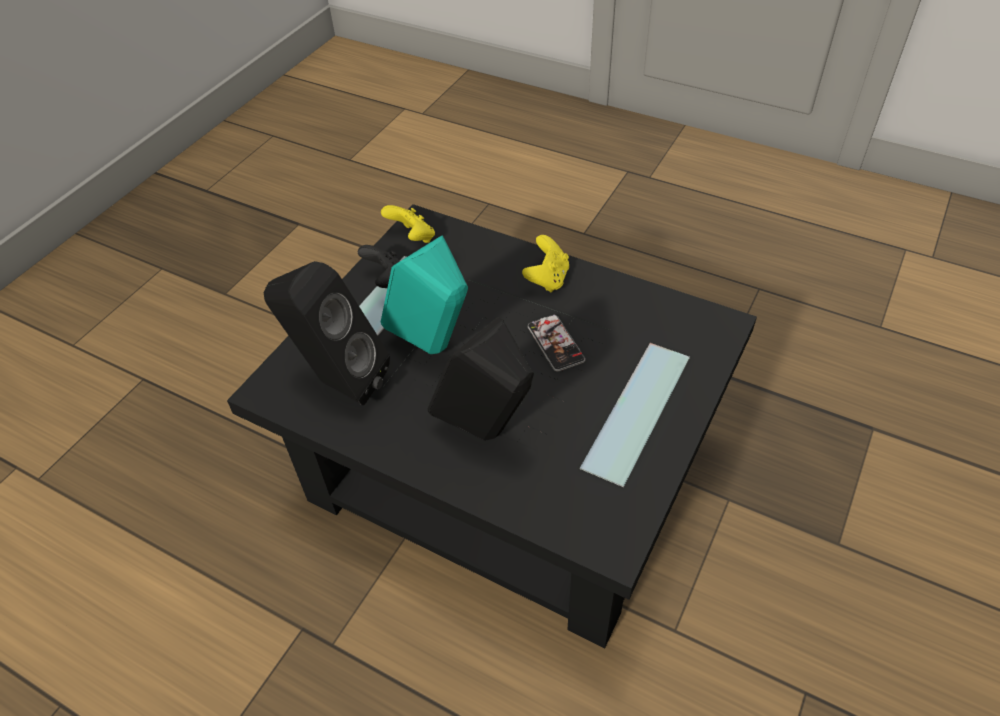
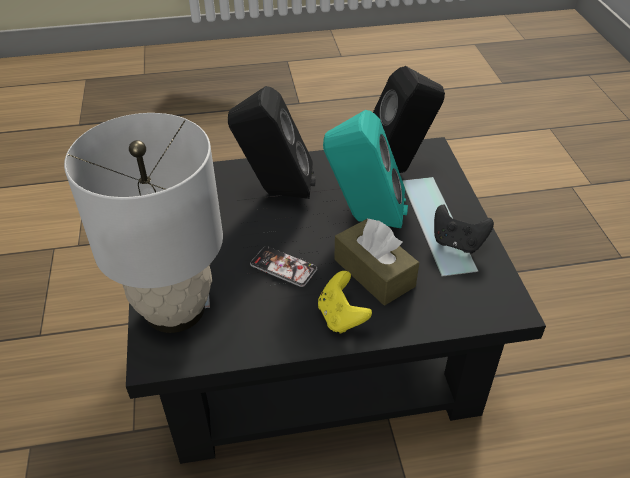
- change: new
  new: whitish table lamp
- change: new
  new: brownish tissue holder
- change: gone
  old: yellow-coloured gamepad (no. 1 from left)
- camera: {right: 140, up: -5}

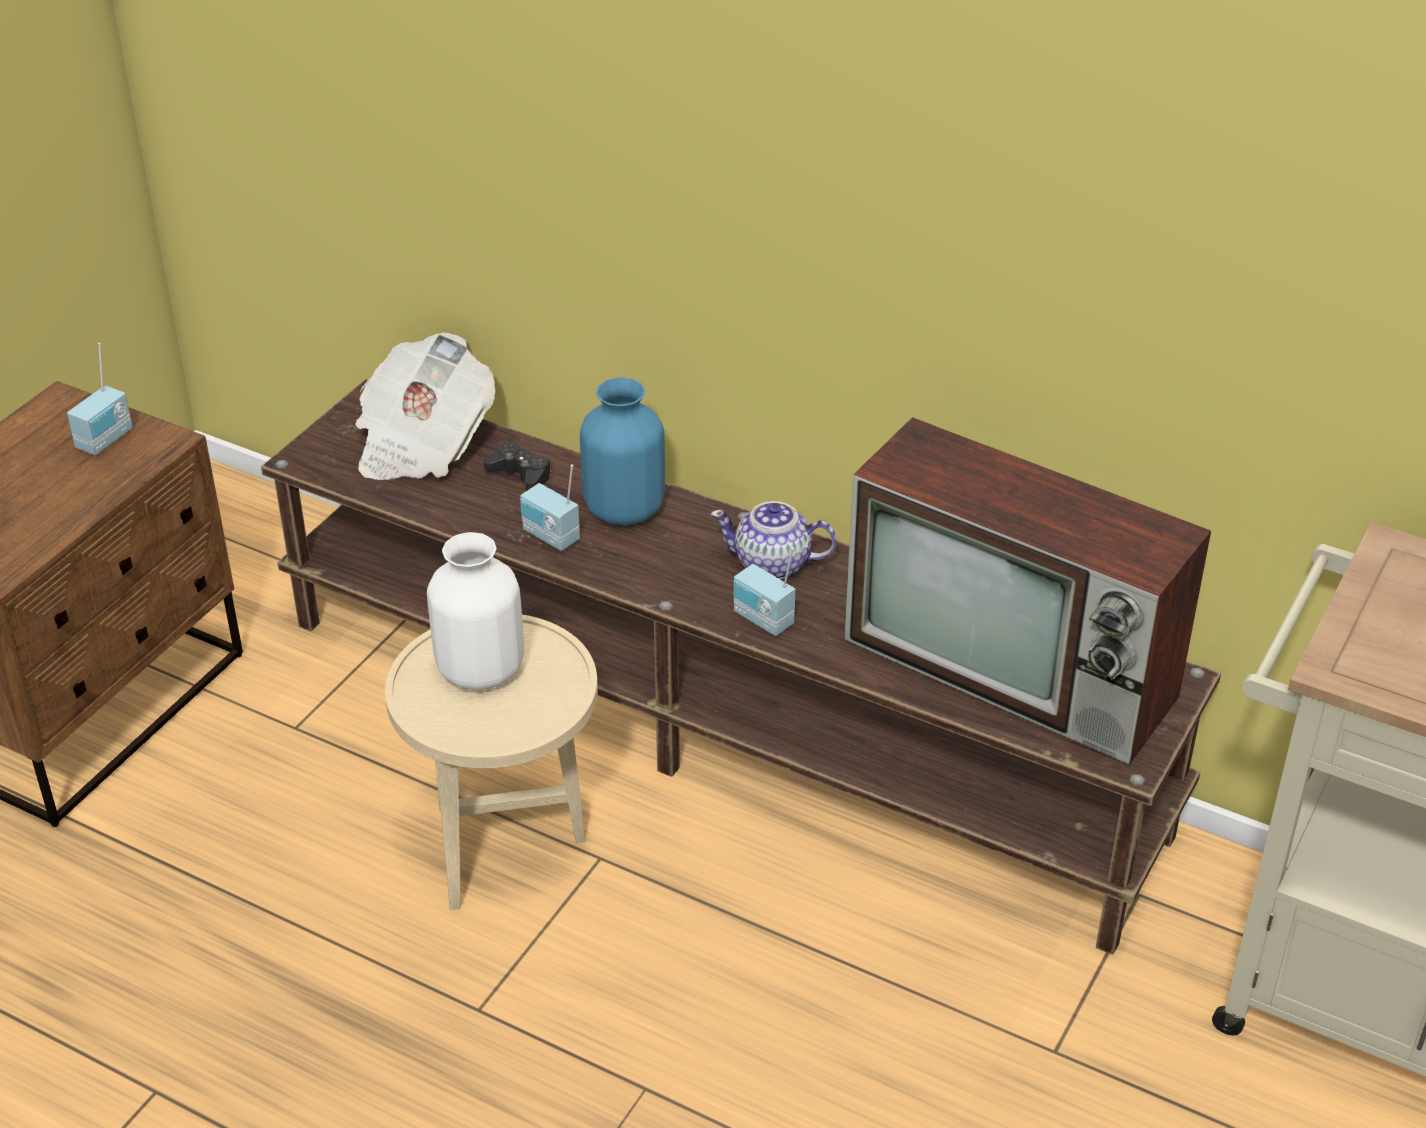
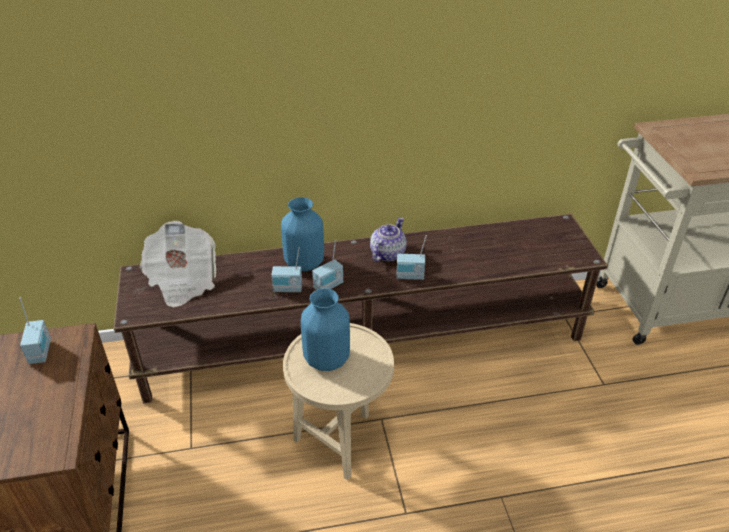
- change: repainted
  old: whitish decorative vase
  new: blue-coloured decorative vase (no. 2 from left)
- change: new
  new: radio receiver (no. 3 from left)
- change: rotated
  old: tea pot
  degrees: 150
- change: gone
  old: black-coloured gamepad
- change: gone
  old: TV set
- camera: {right: -40, up: 0}

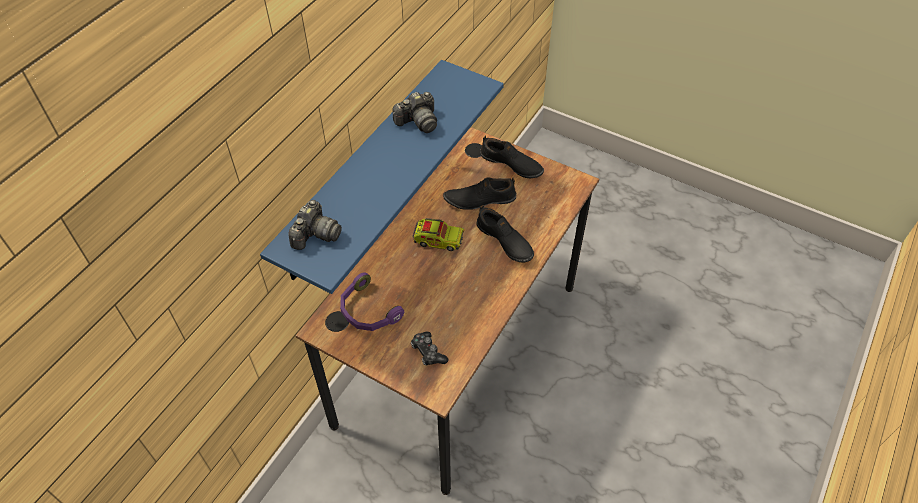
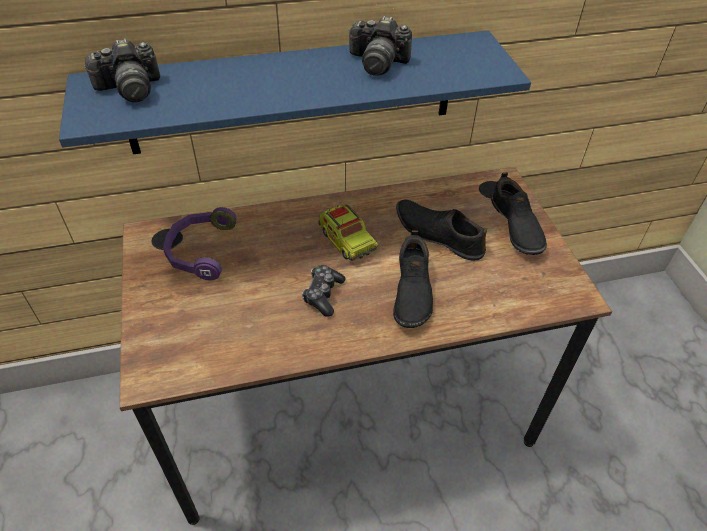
- change: shifted
  old: gamepad
- camera: {right: 45, up: -5}

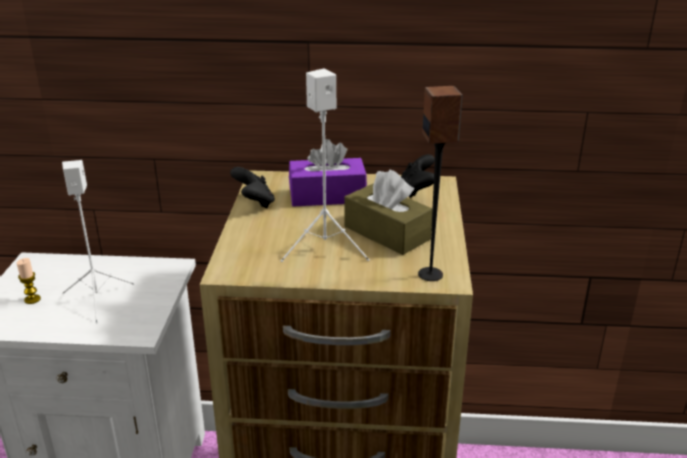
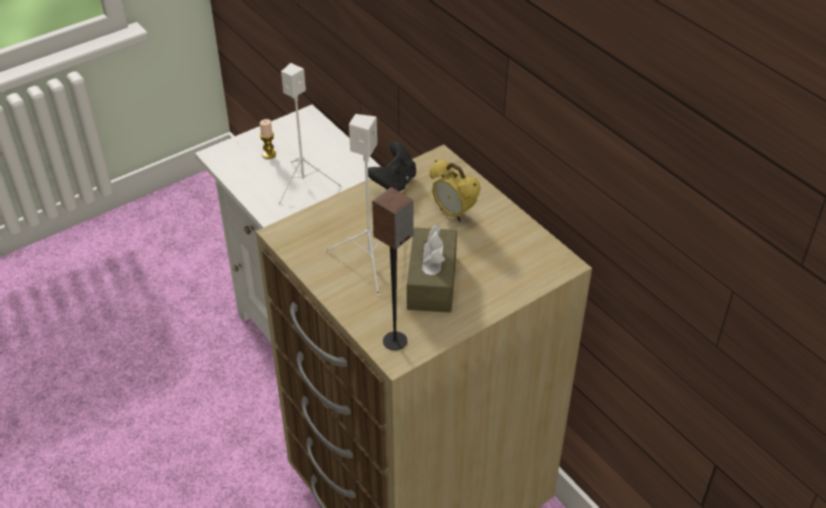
- change: swapped
  old: purple tissue holder
  new: alarm clock
- change: gone
  old: black-coloured gamepad (no. 2 from left)
- camera: {right: 50, up: 15}

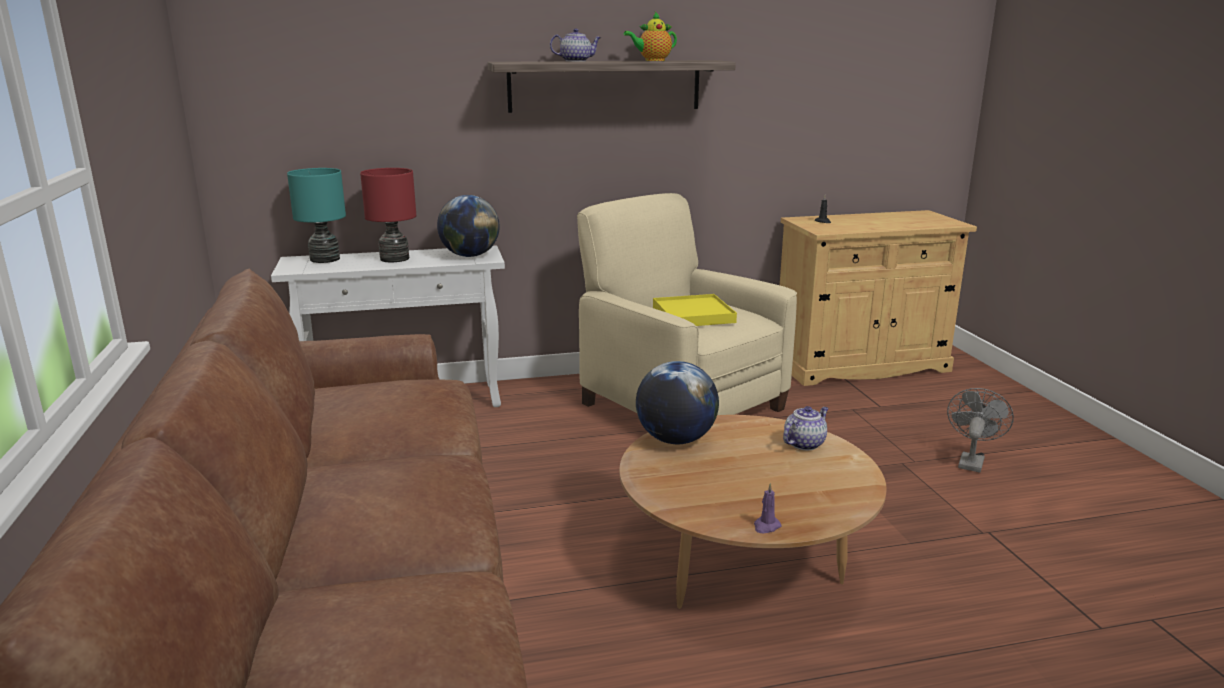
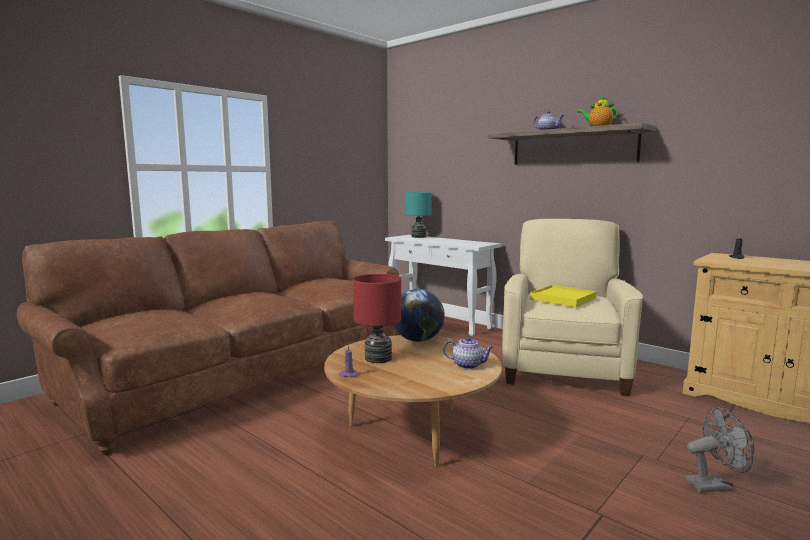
- change: shifted
  old: red-coloured table lamp
- change: gone
  old: desk globe (no. 1 from left)
- camera: {right: 55, up: -10}

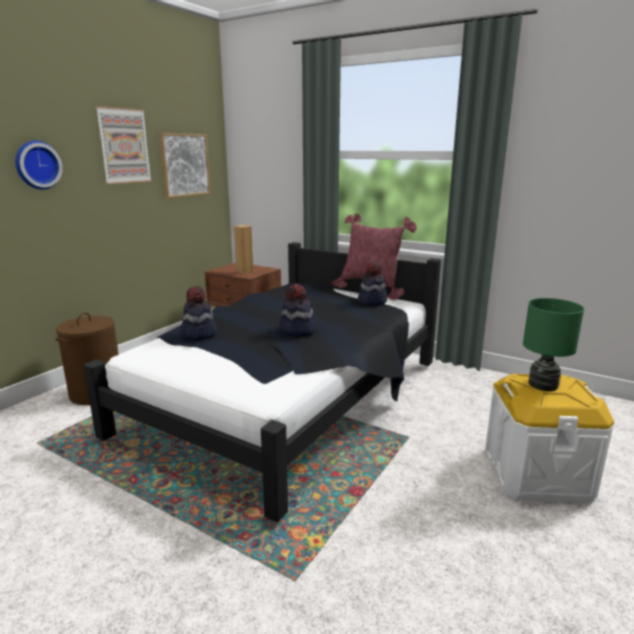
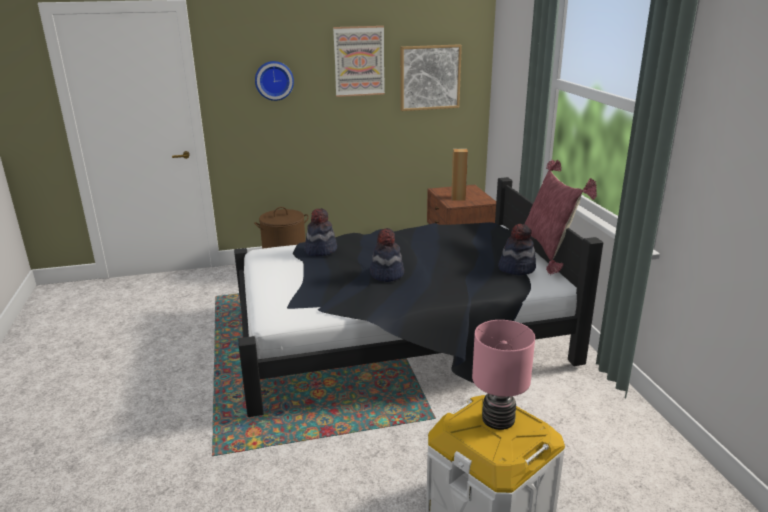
- change: repainted
  old: green-coloured table lamp
  new: pink table lamp
- camera: {right: 45, up: 5}

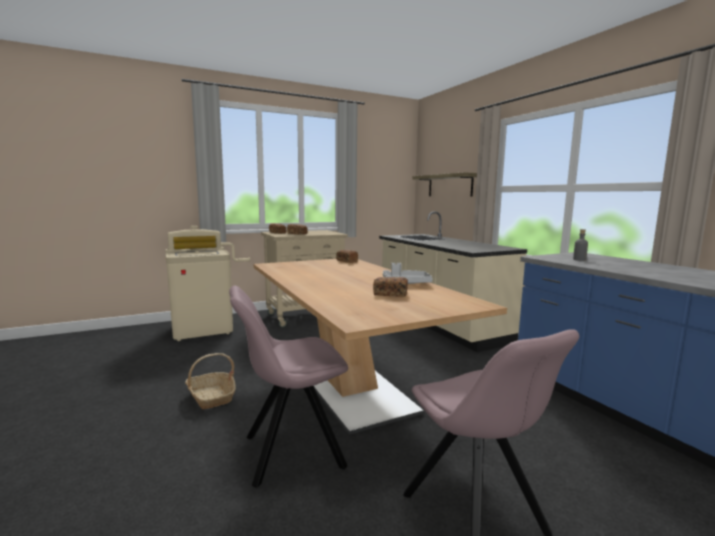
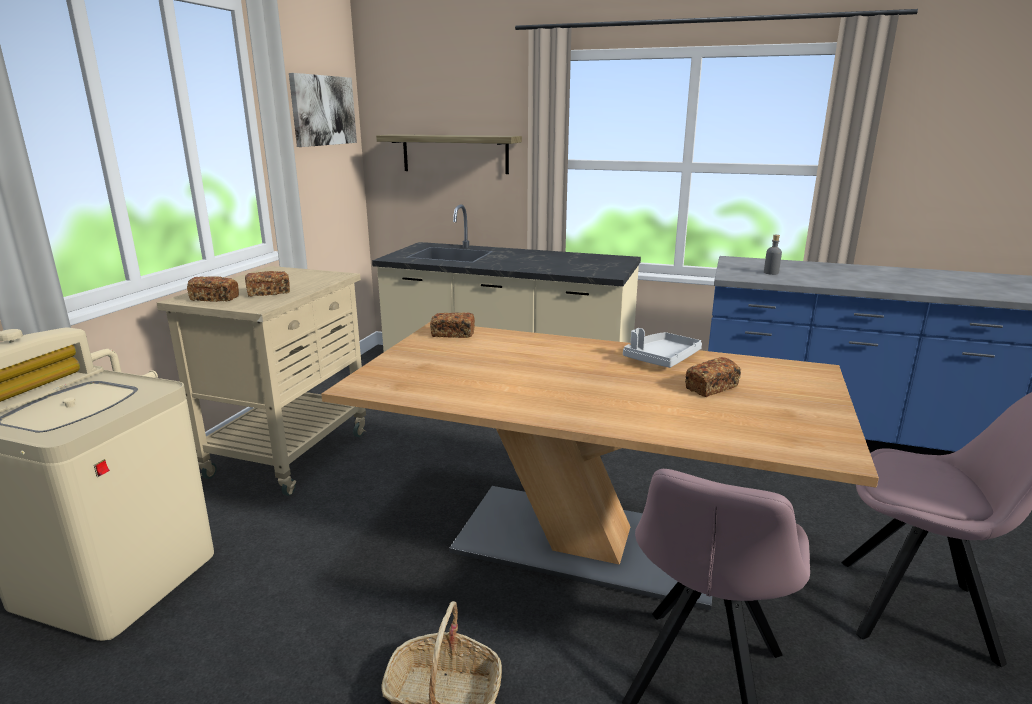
- change: new
  new: wall art
- camera: {right: -45, up: 10}

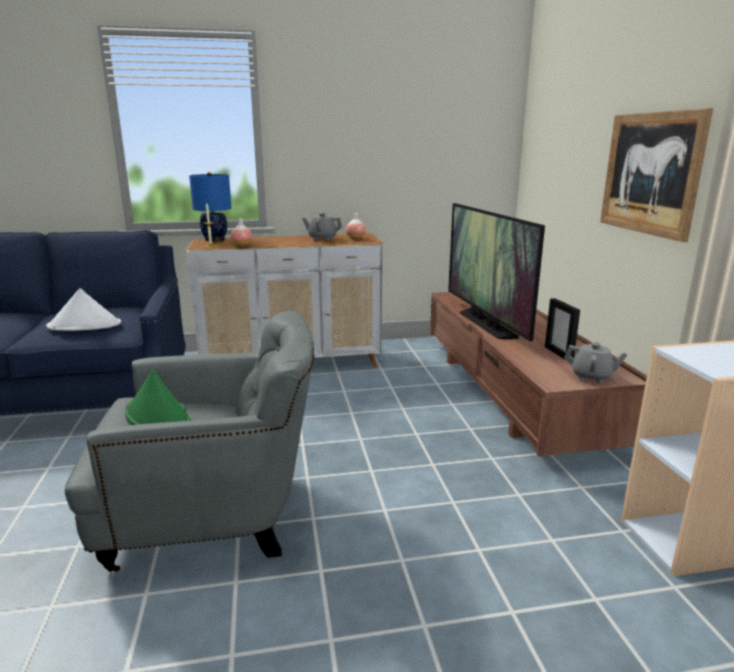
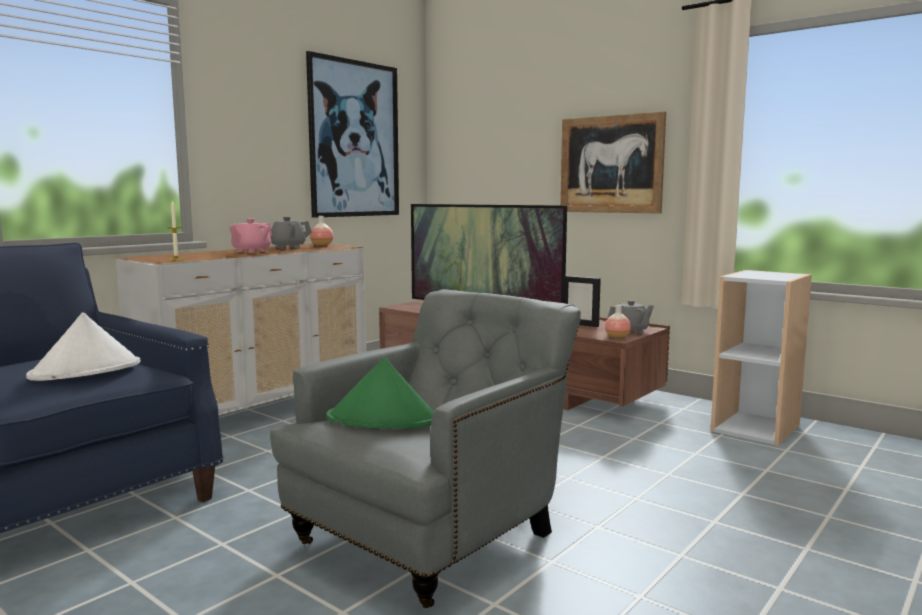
- change: new
  new: pink tea pot
- change: new
  new: wall art (no. 1 from left)
- change: shifted
  old: decorative vase (no. 1 from left in the first image)
  new: decorative vase (no. 2 from left)
- change: gone
  old: blue-coloured table lamp
- camera: {right: -40, up: -10}

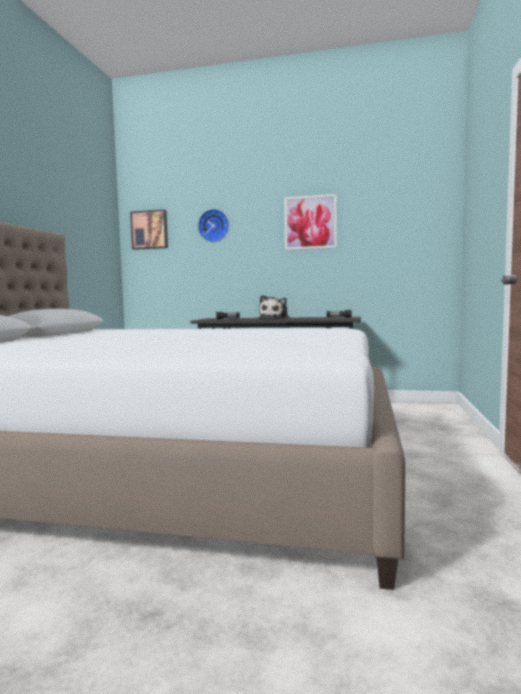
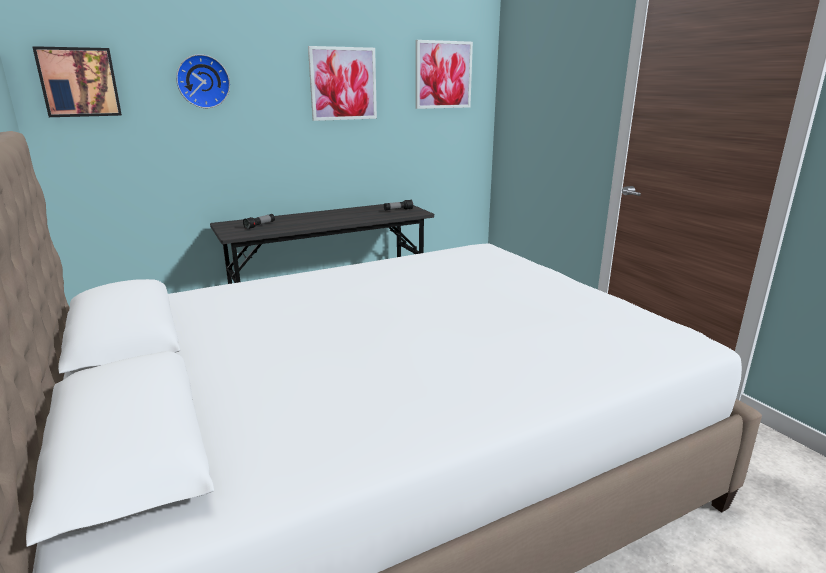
- change: new
  new: wall art (no. 3 from left)
- change: gone
  old: cuddly toy
- camera: {right: -40, up: 15}

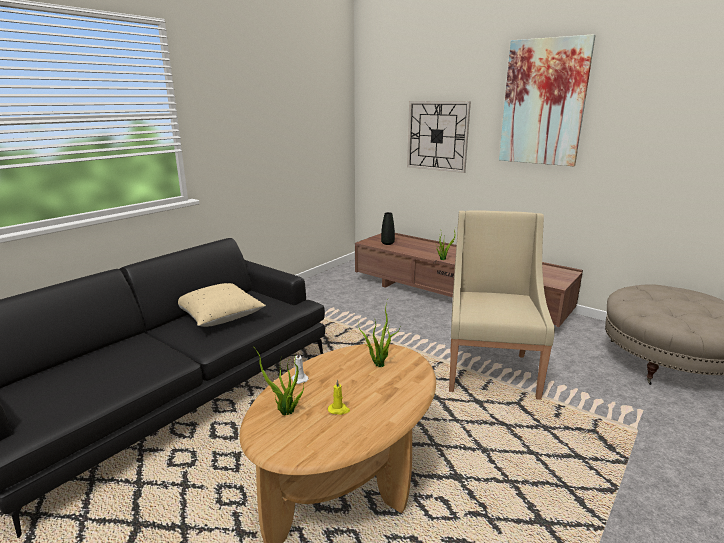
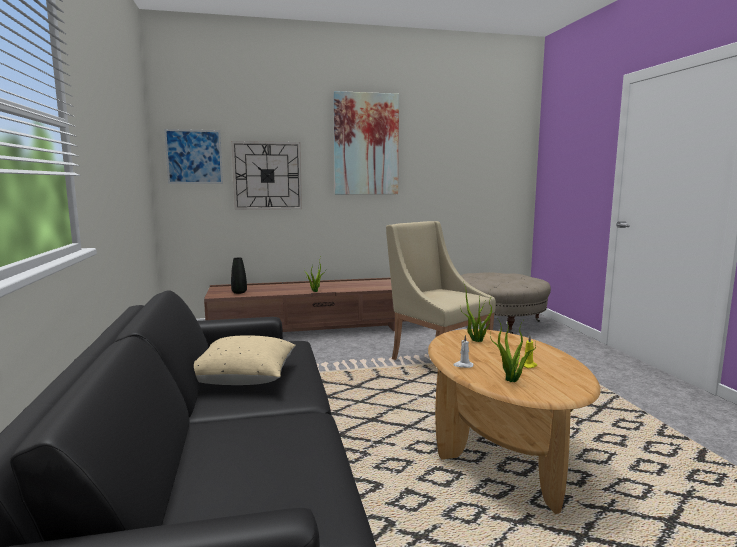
- change: new
  new: wall art (no. 1 from left)
- camera: {right: -50, up: -10}

